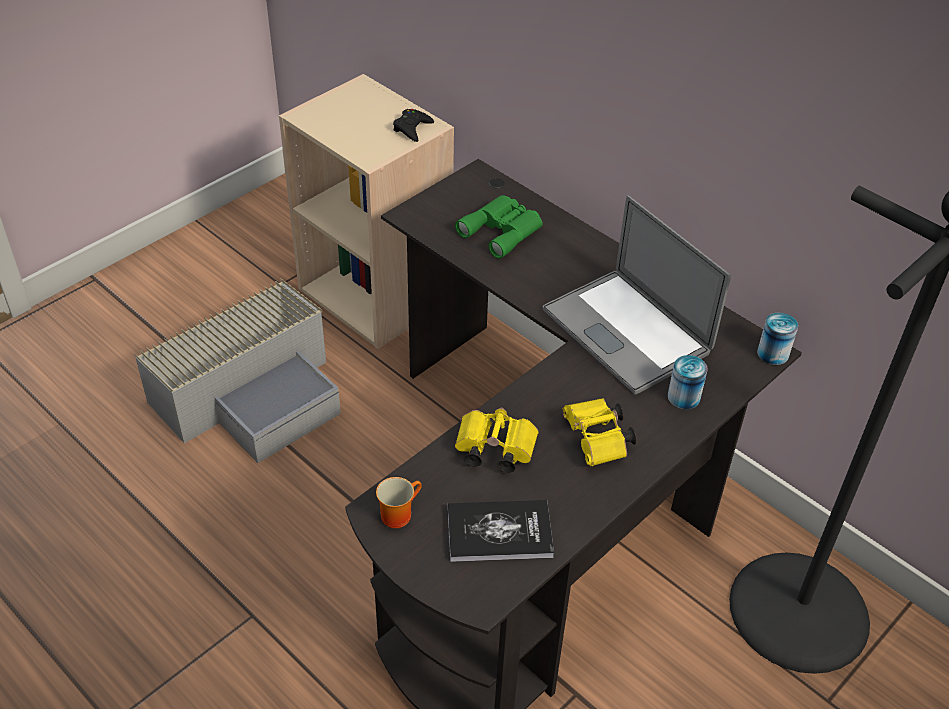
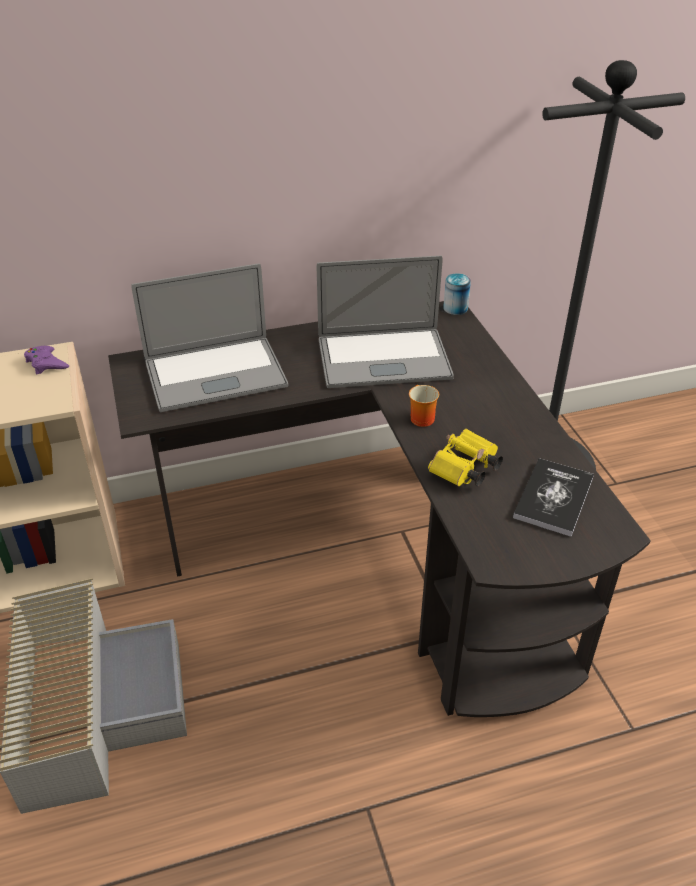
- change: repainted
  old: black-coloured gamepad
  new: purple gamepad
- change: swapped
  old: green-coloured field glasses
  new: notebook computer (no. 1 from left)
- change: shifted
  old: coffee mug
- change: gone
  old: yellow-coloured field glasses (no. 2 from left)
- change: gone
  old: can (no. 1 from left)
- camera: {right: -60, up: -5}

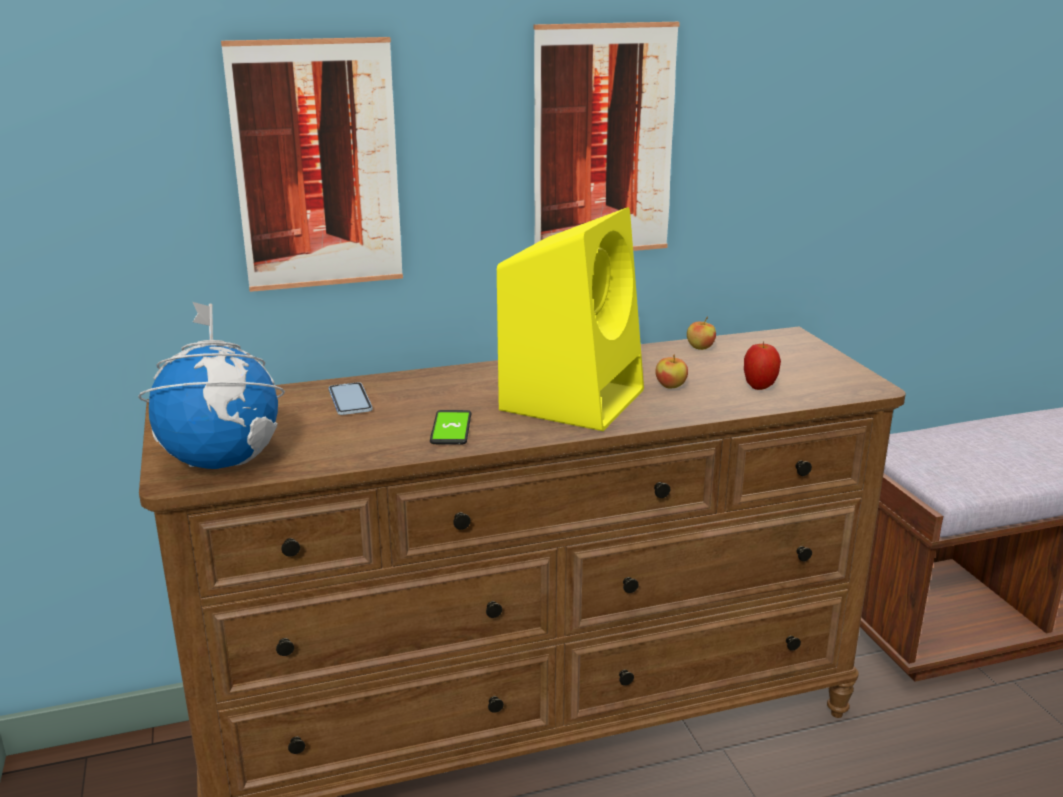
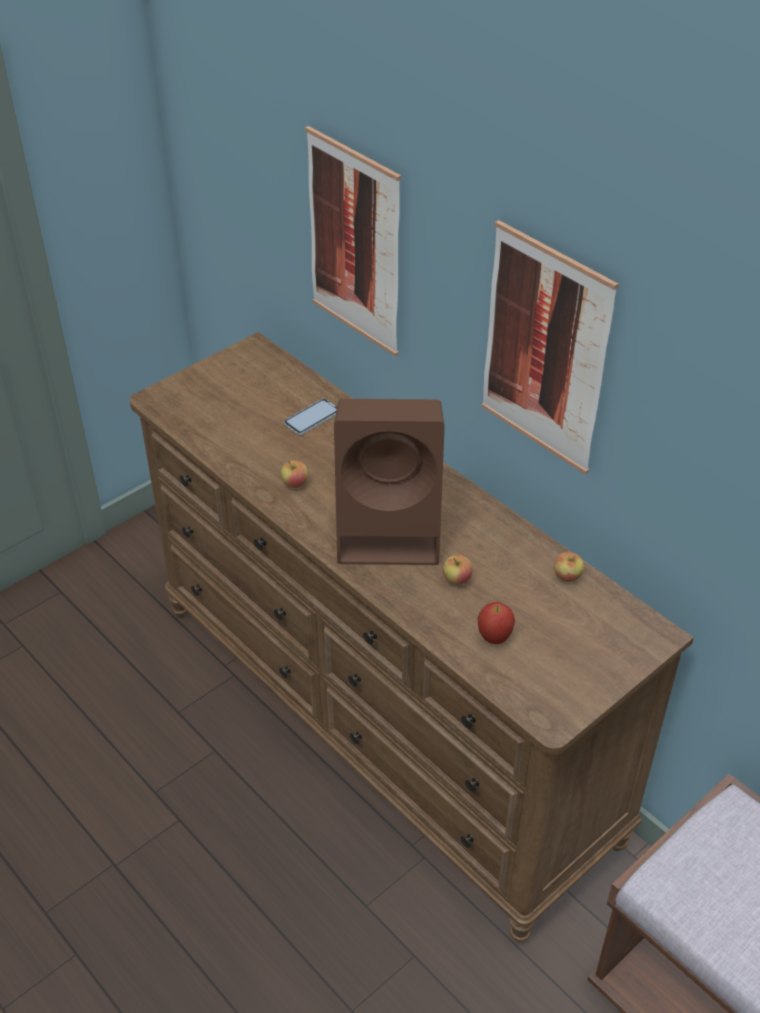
- change: swapped
  old: handset (no. 2 from left)
  new: apple (no. 1 from left)
- change: repainted
  old: yellow-coloured loudspeaker
  new: brownish loudspeaker
- change: gone
  old: desk globe
- camera: {right: 65, up: 20}

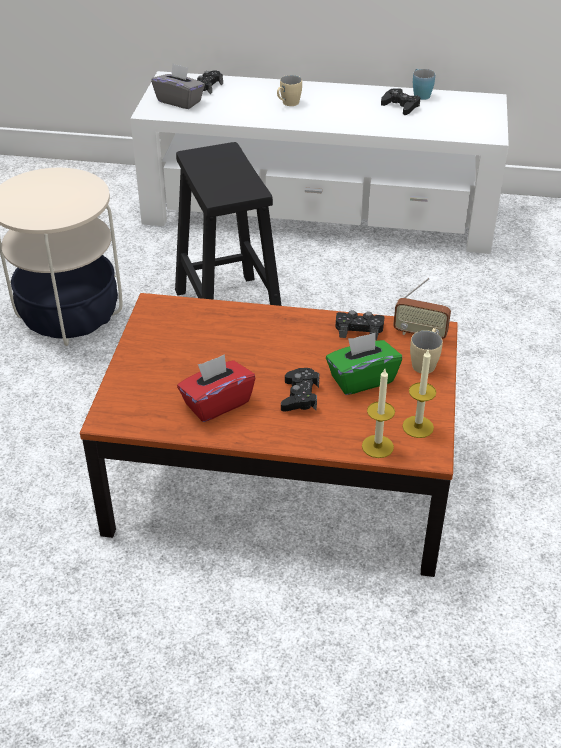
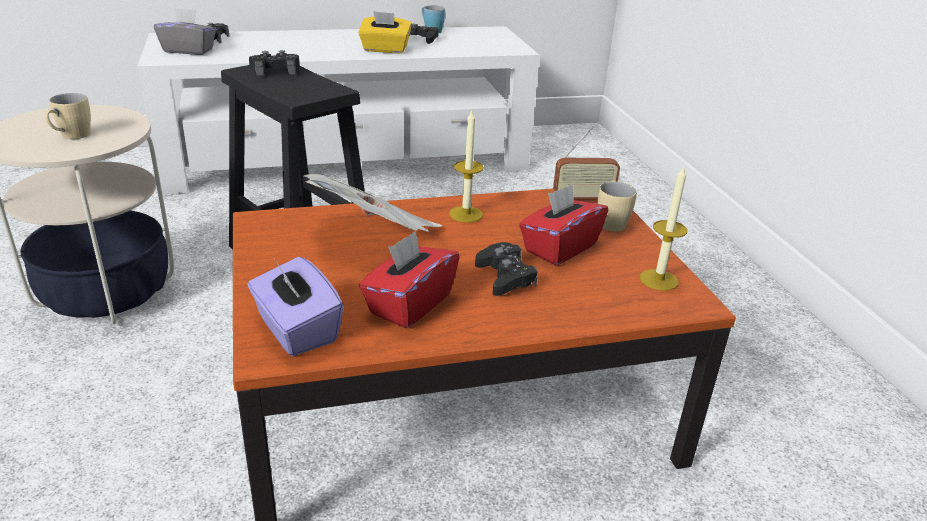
- change: shifted
  old: beige-coloured coffee mug (no. 1 from left)
- change: new
  new: purple tissue holder
- change: shifted
  old: black-coloured gamepad (no. 3 from left in the first image)
  new: black-coloured gamepad (no. 2 from left)
- change: new
  new: daily paper
- change: new
  new: yellow-coloured tissue holder
- change: shifted
  old: wax candle (no. 1 from left)
- change: repainted
  old: green-coloured tissue holder
  new: red-coloured tissue holder (no. 2 from left)
- camera: {right: -25, up: -10}

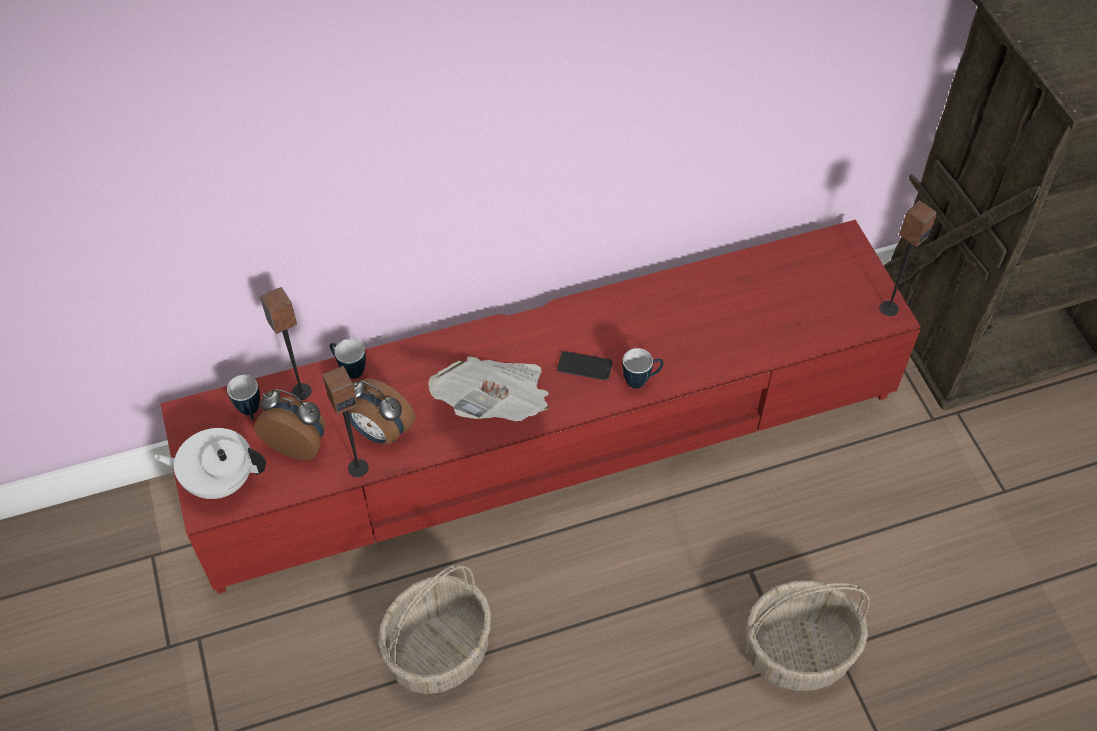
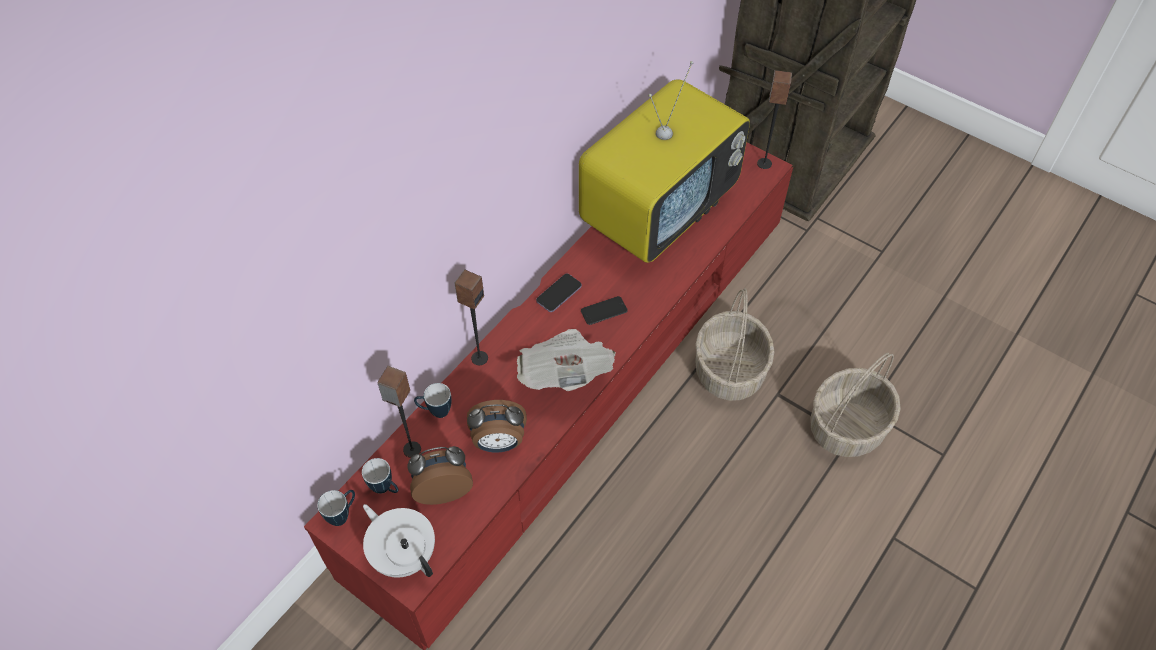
- change: shifted
  old: coffee mug (no. 3 from left in the first image)
  new: coffee mug (no. 1 from left)
- change: rotated
  old: whitish tea pot
  degrees: 75
- change: shifted
  old: loudspeaker (no. 2 from left)
- change: new
  new: handset (no. 1 from left)
- change: new
  new: TV set
- change: shifted
  old: basket (no. 1 from left)
- camera: {right: -35, up: 0}

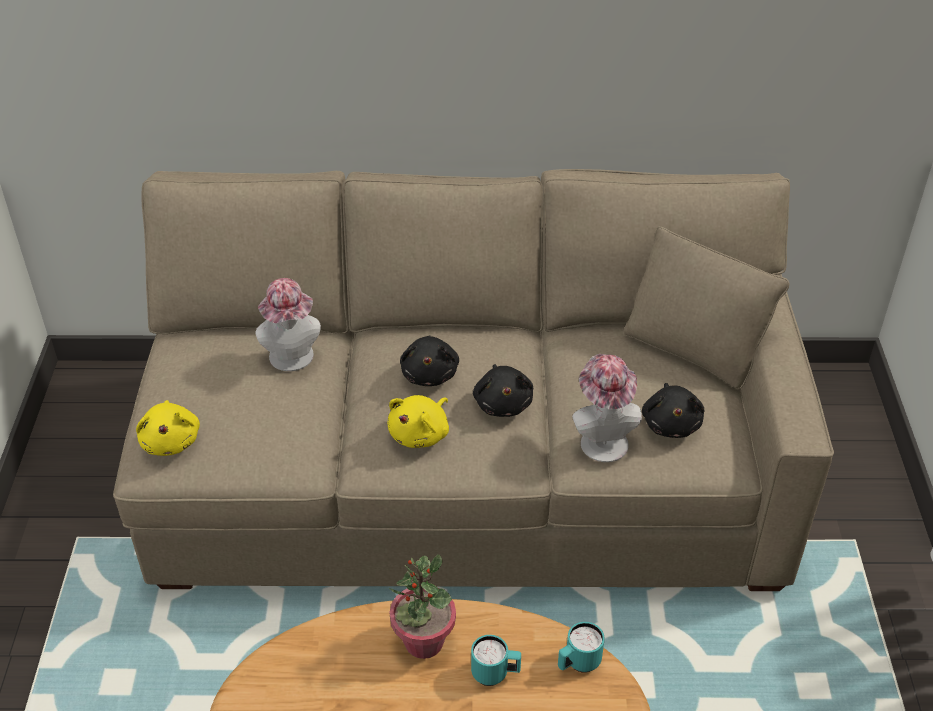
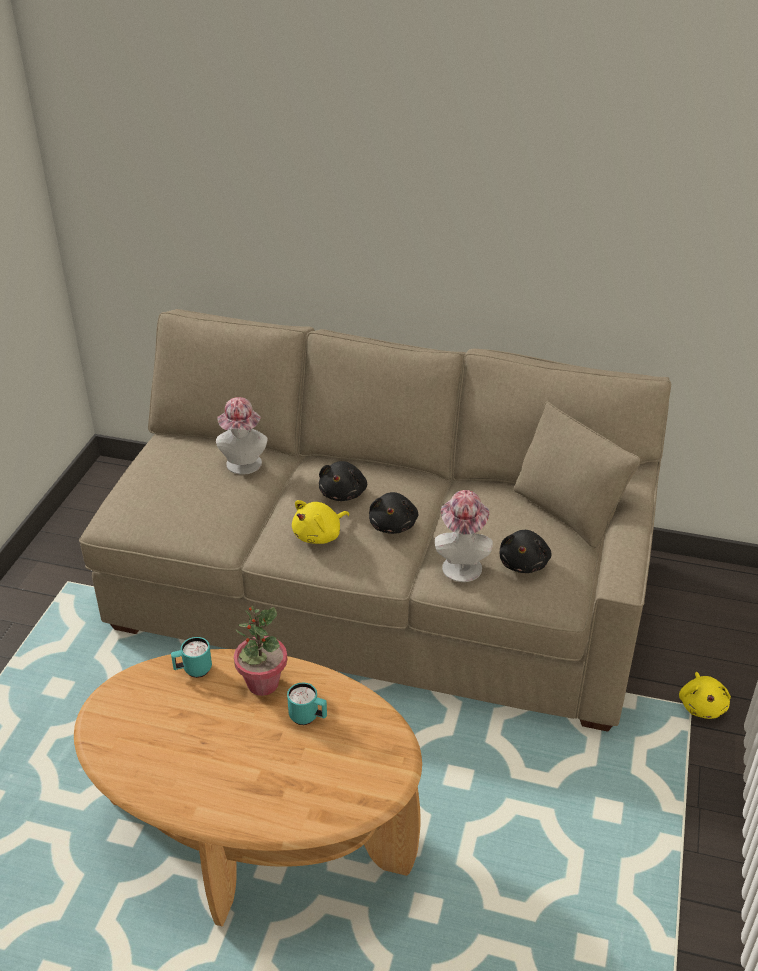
- change: shifted
  old: turquoise-coloured coffee mug (no. 2 from left in the first image)
  new: turquoise-coloured coffee mug (no. 1 from left)
- change: shifted
  old: yellow-coloured cuddly toy (no. 1 from left in the first image)
  new: yellow-coloured cuddly toy (no. 2 from left)
- camera: {right: 15, up: -5}

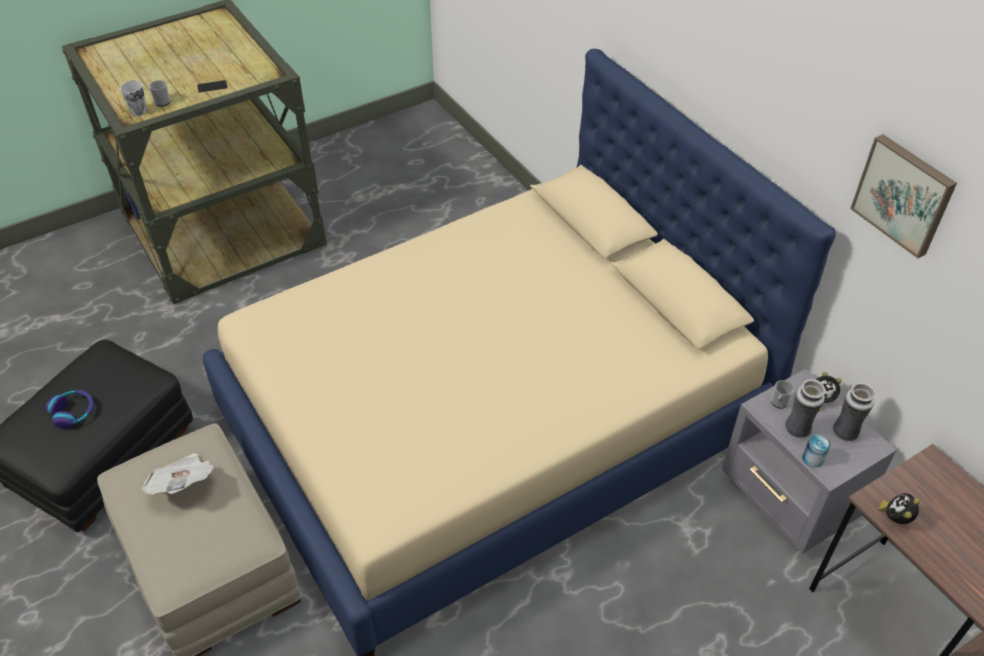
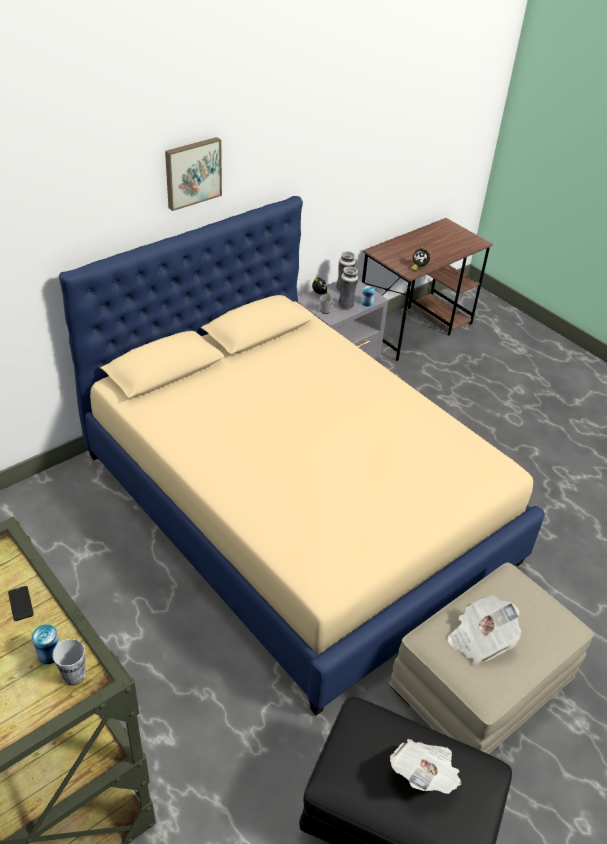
- change: swapped
  old: coffee mug (no. 1 from left)
  new: can (no. 1 from left)
- change: shifted
  old: wall art
- change: swapped
  old: headset
  new: daily paper (no. 1 from left)
- camera: {right: -100, up: -5}

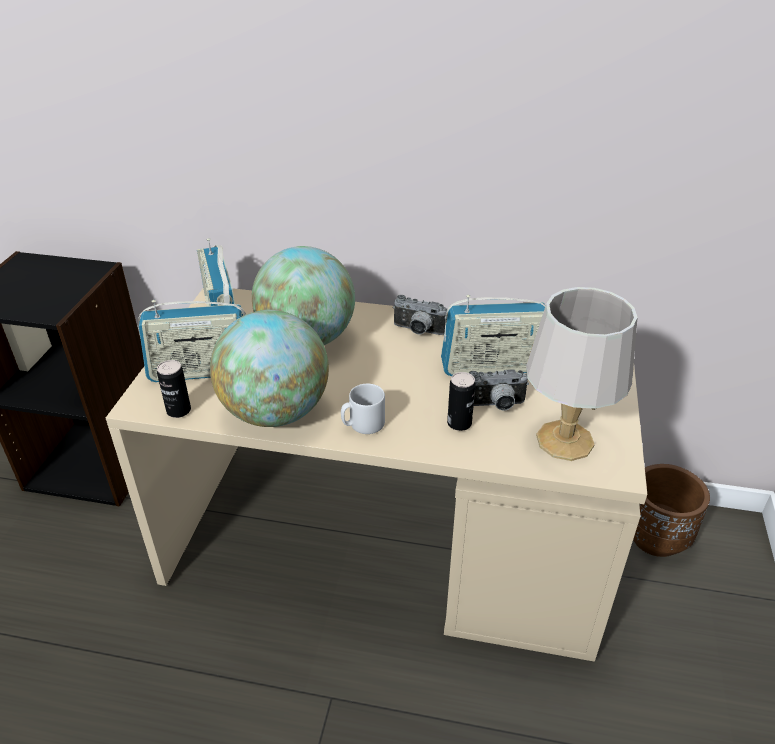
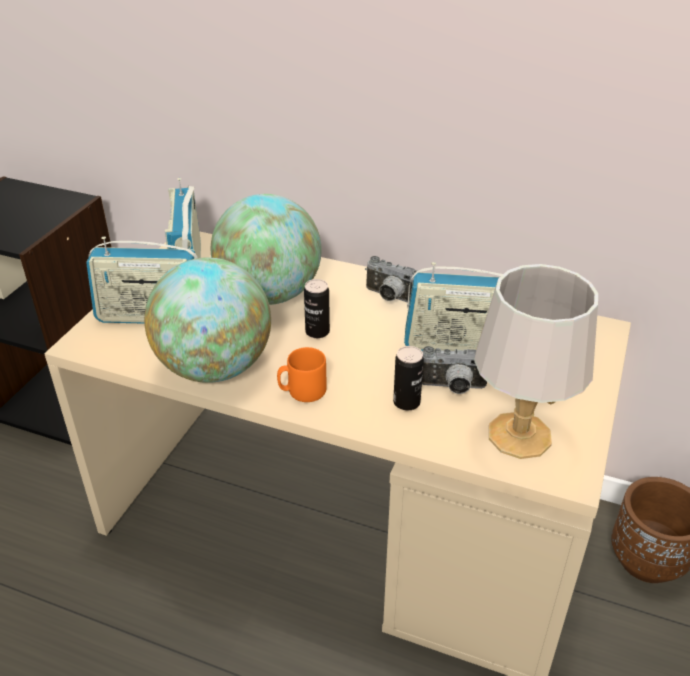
- change: repainted
  old: gray coffee mug
  new: orange coffee mug
- change: shifted
  old: can (no. 1 from left)
- camera: {right: 10, up: 0}

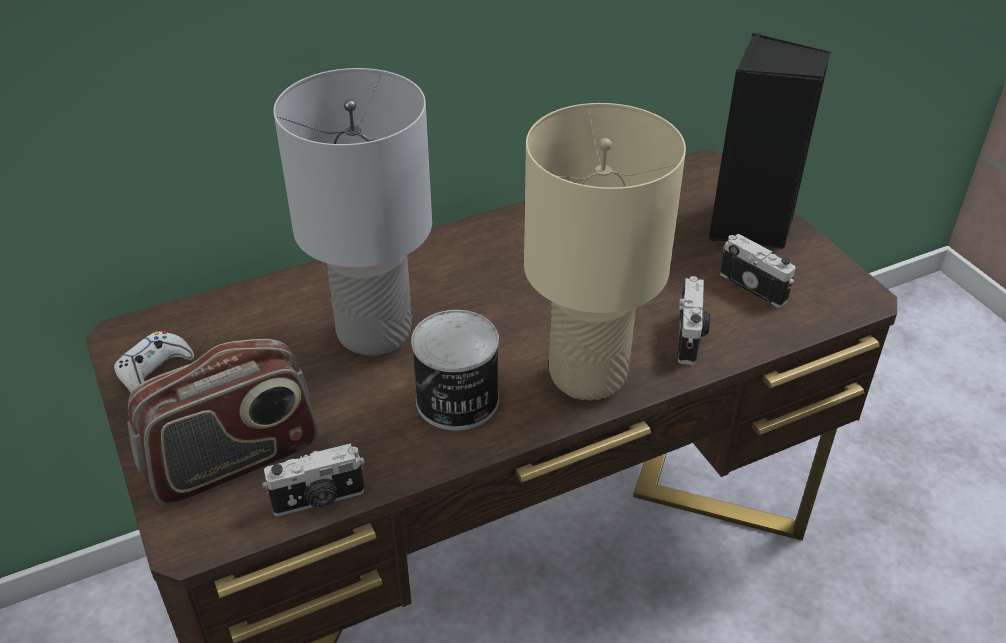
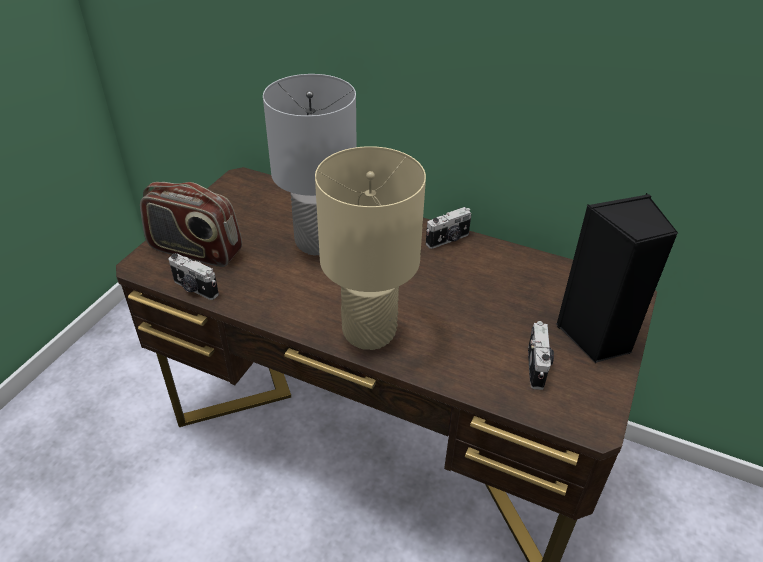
- change: shifted
  old: still camera (no. 2 from left)
- change: gone
  old: whitish gamepad
- change: gone
  old: can
- camera: {right: 50, up: 0}

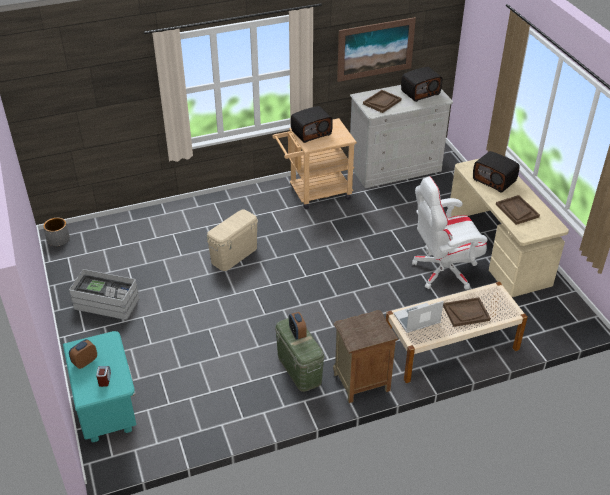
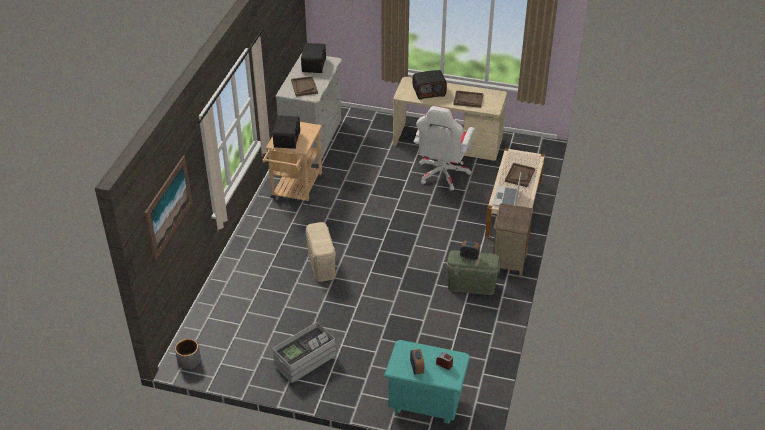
- change: shifted
  old: wall art
- camera: {right: -55, up: 0}

